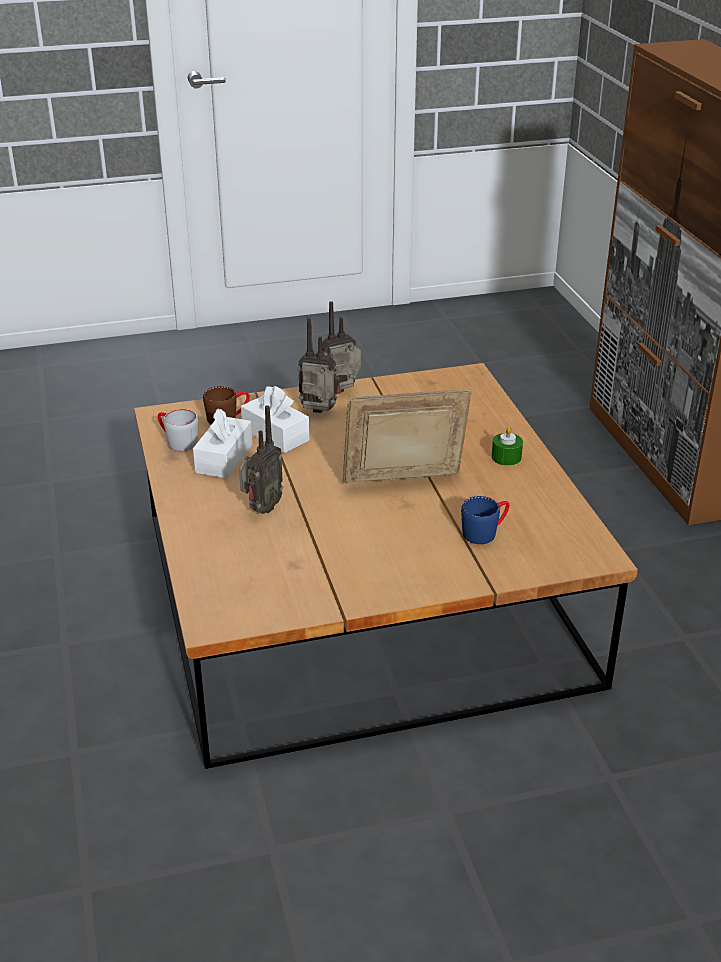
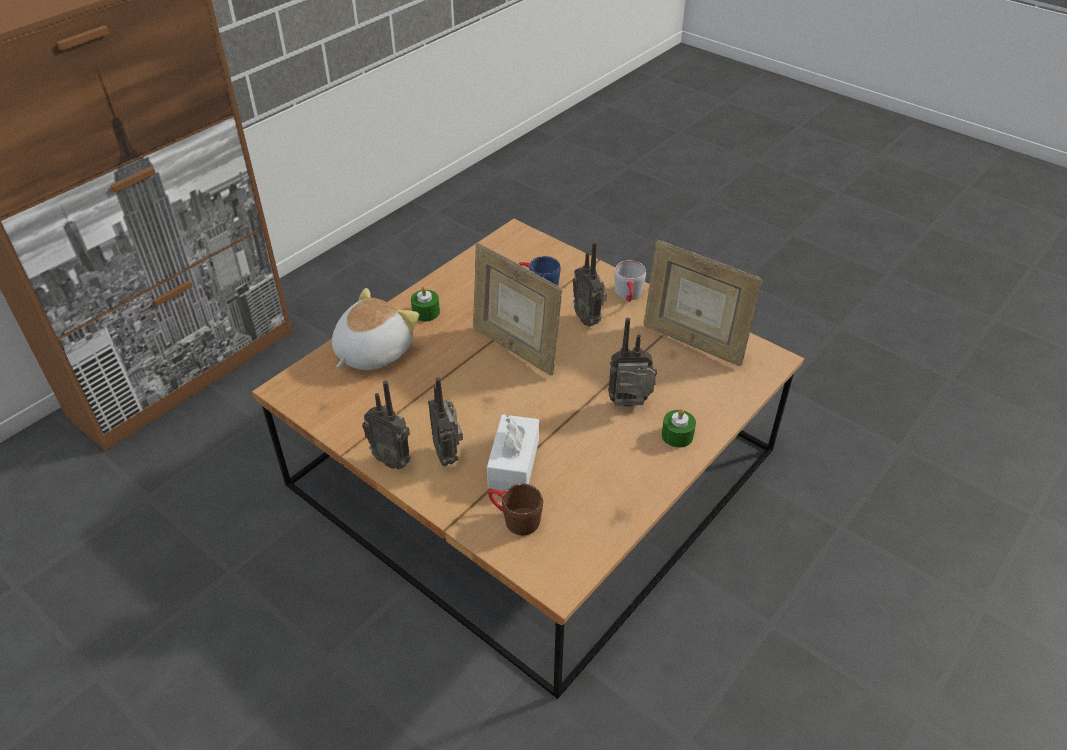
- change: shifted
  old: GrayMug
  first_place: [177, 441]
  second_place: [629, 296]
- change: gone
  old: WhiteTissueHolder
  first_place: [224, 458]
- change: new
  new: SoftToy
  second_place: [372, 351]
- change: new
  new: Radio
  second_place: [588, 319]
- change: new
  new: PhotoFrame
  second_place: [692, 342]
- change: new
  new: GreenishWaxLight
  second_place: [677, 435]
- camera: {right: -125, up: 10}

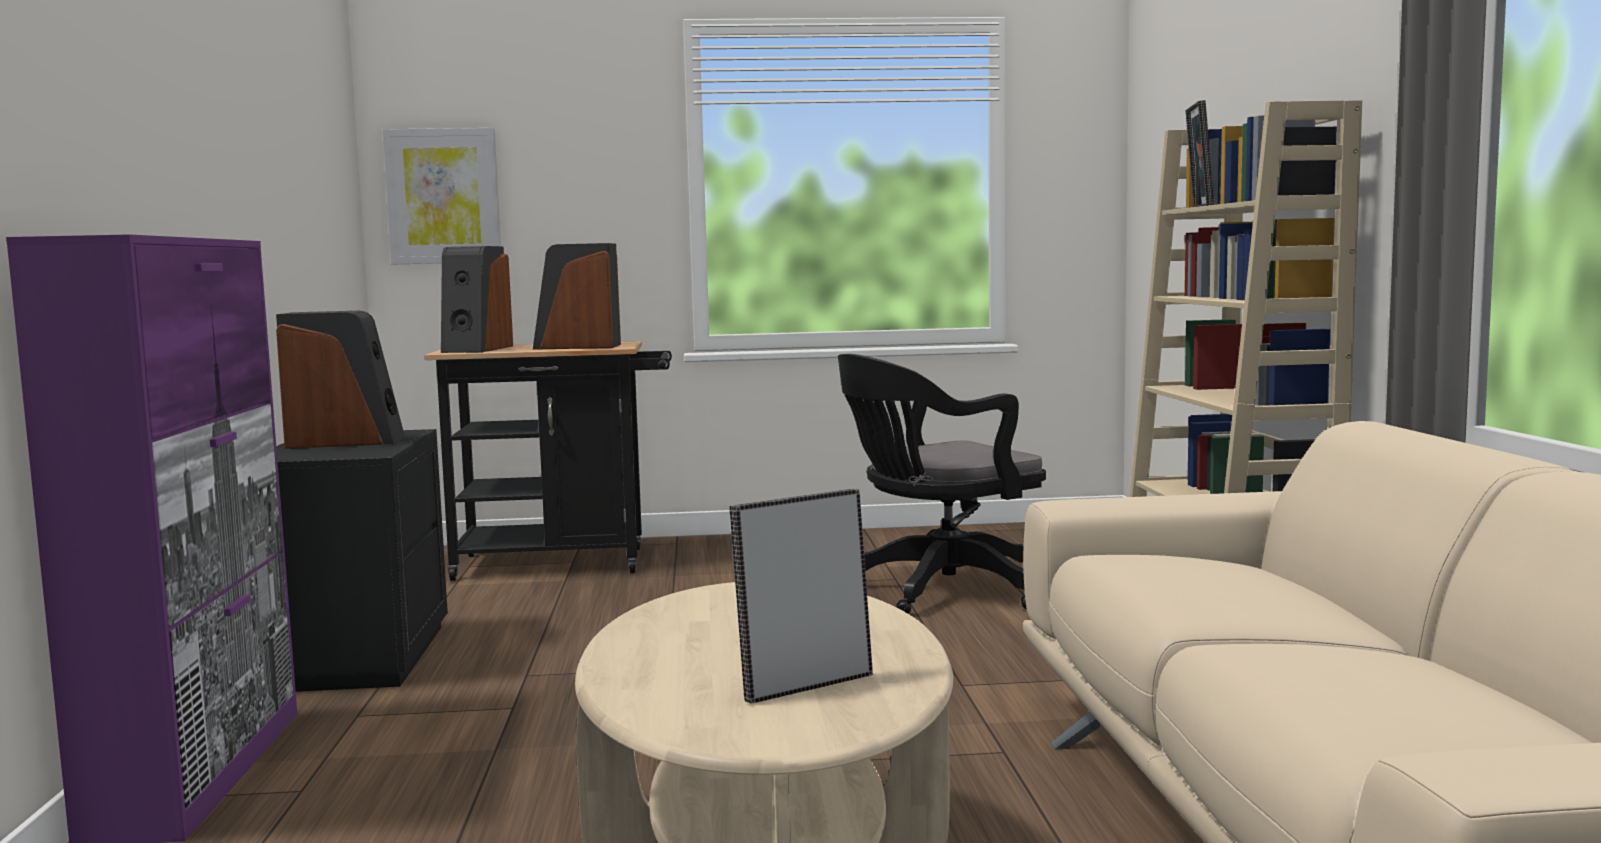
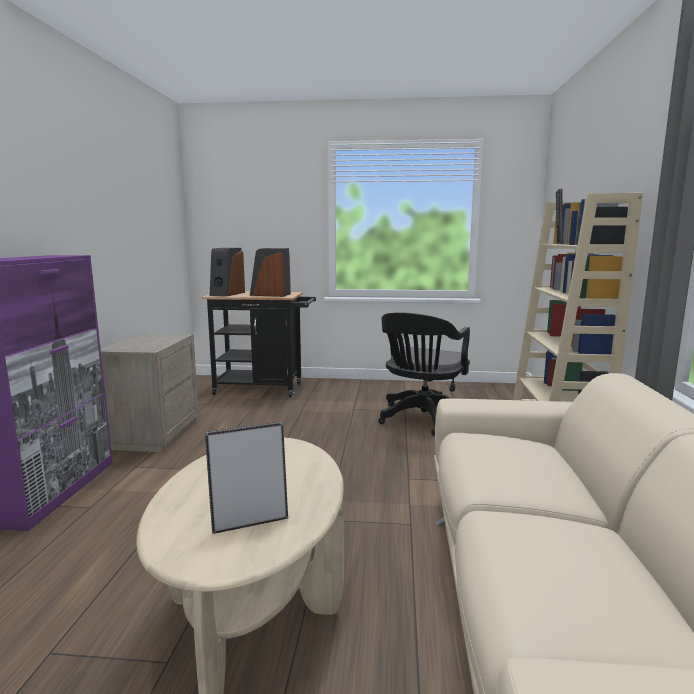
- change: gone
  old: Loudspeaker
  first_place: [345, 442]
- change: repainted
  old: BlackBedsideTable
  new: SandColouredBedsideTable
  first_place: [356, 658]
  second_place: [153, 434]
- change: gone
  old: WallPicture
  first_place: [443, 196]
- change: rotated
  old: BlackOfficeChair
  first_place: [938, 591]
  second_place: [422, 419]
  degrees: -45
- camera: {right: 10, up: 5}

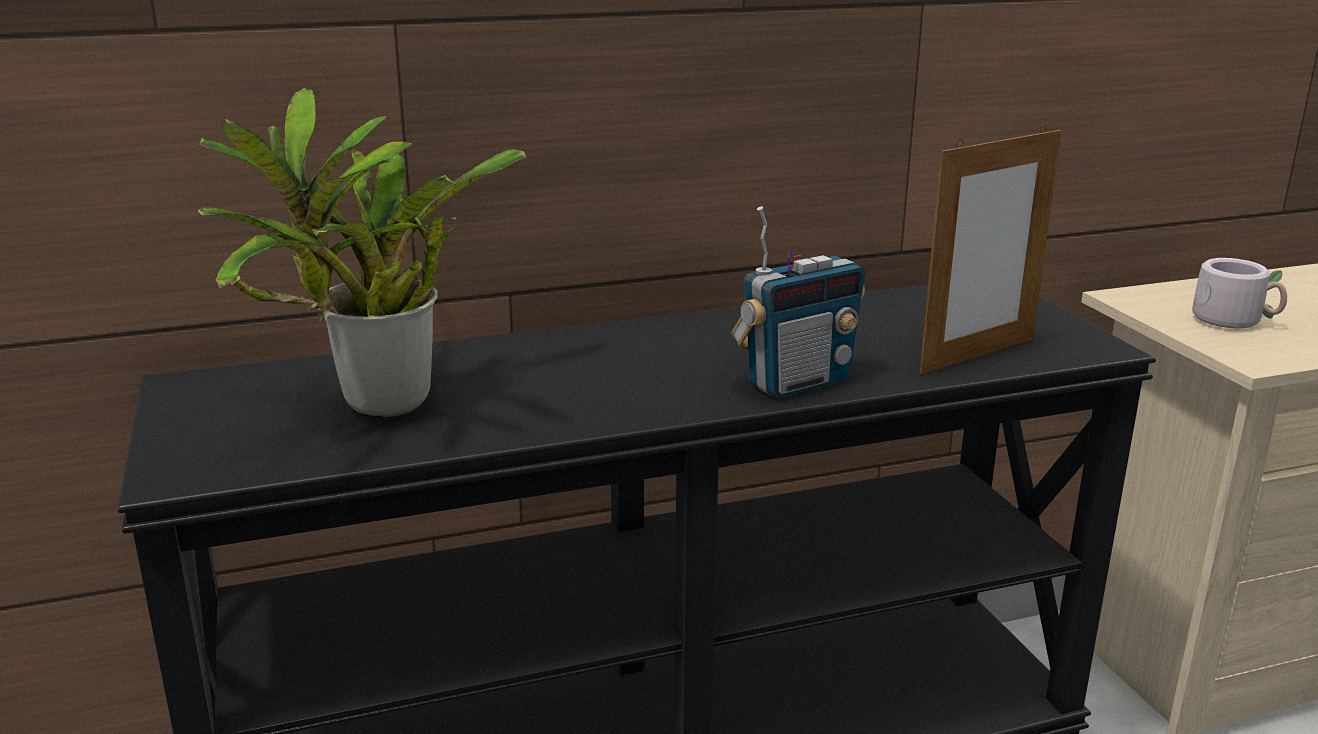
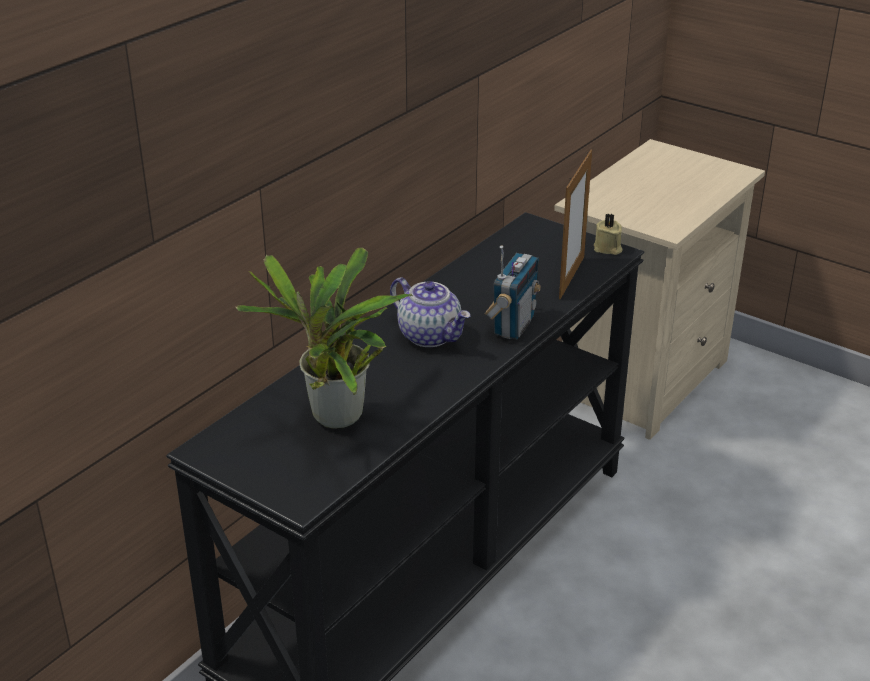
- change: gone
  old: GrayMug
  first_place: [1234, 320]
- change: new
  new: Teapot
  second_place: [430, 335]
- change: new
  new: SandColouredWaxLight
  second_place: [607, 249]
- camera: {right: -35, up: 10}

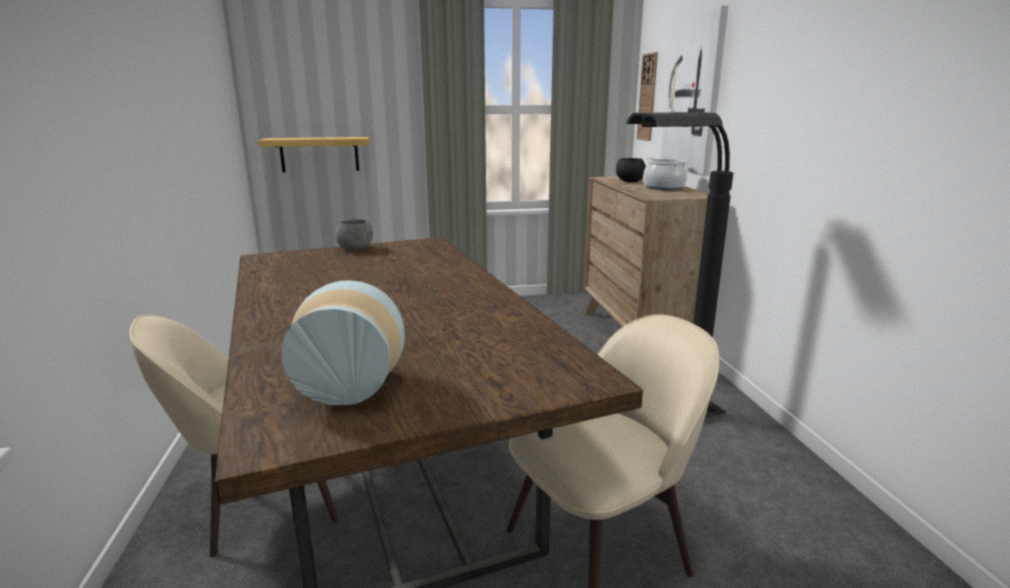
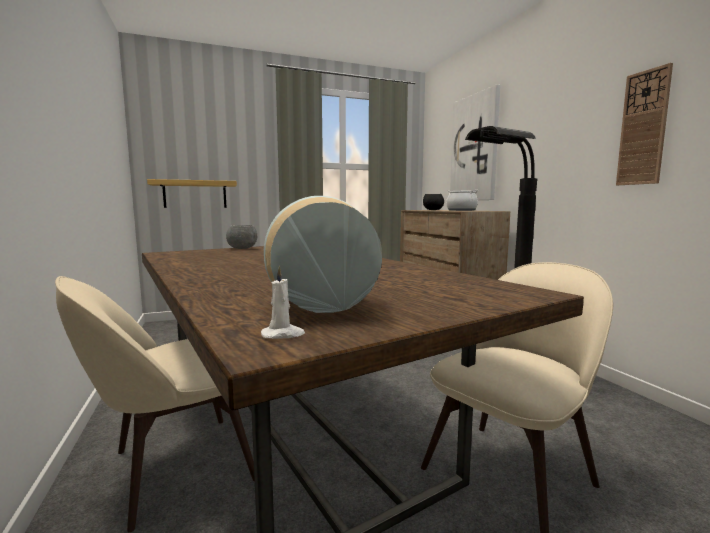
- change: shifted
  old: ClockOnTheWall
  first_place: [647, 97]
  second_place: [643, 128]
- change: new
  new: WhiteWaxLight
  second_place: [283, 334]
- camera: {right: -10, up: -10}

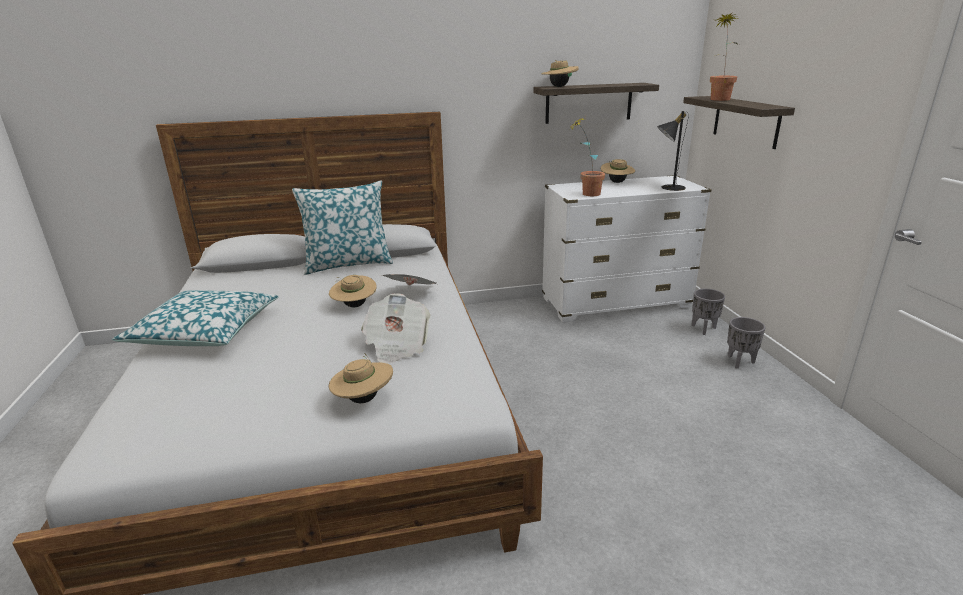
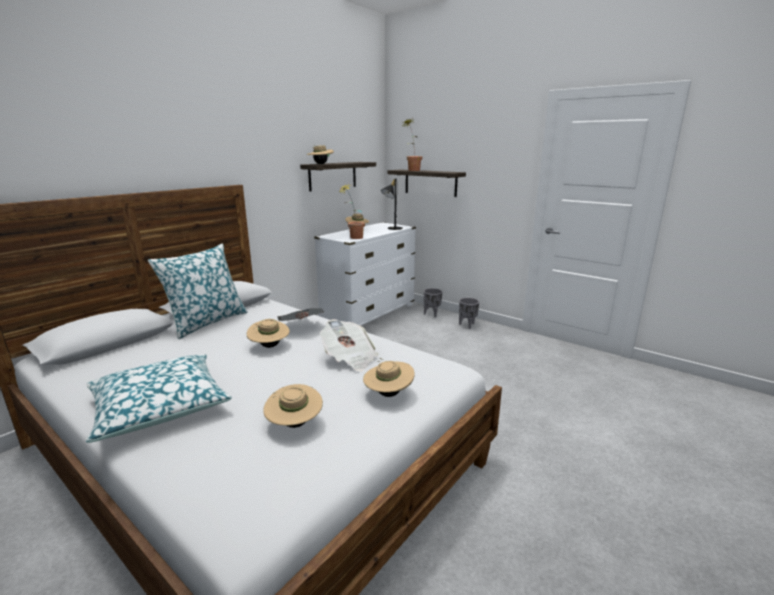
- change: new
  new: SandColouredHat
  second_place: [294, 424]
- camera: {right: -40, up: -5}

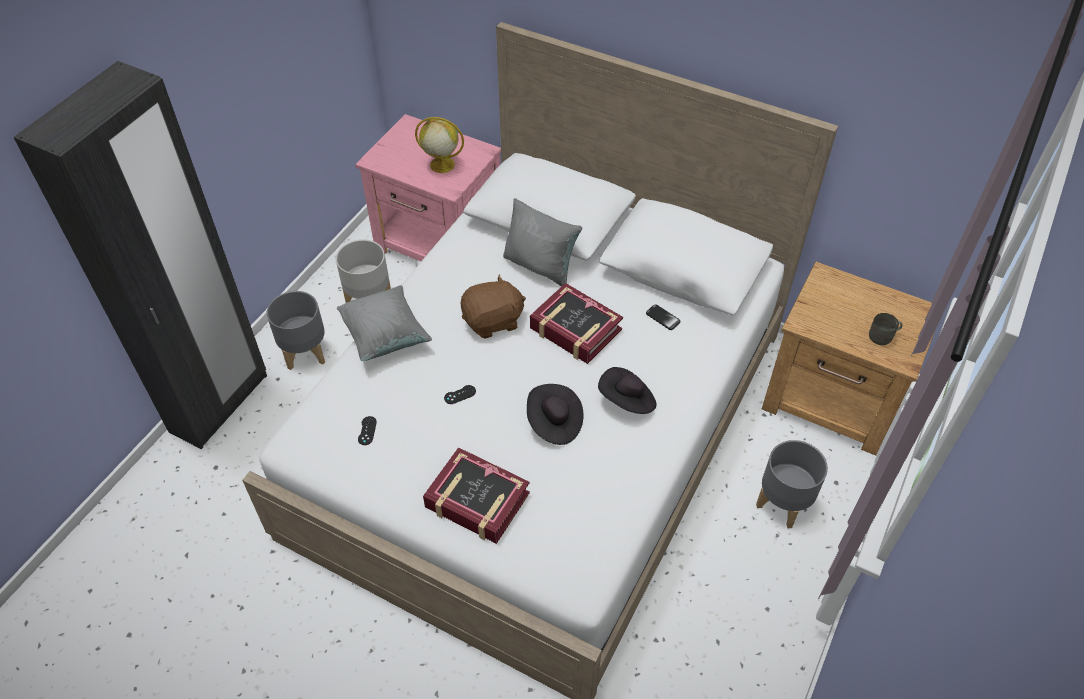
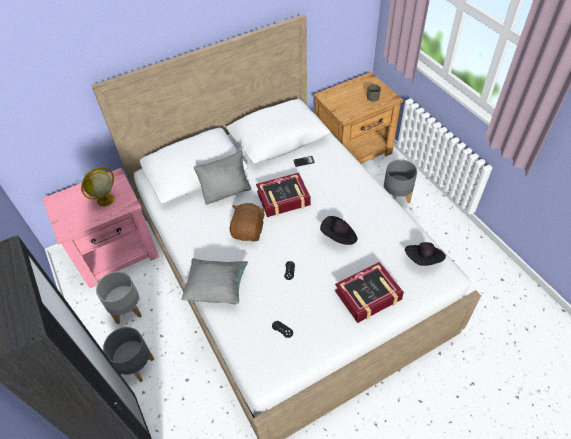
- change: shifted
  old: BlackHat
  first_place: [627, 401]
  second_place: [423, 259]
- camera: {right: -55, up: 0}

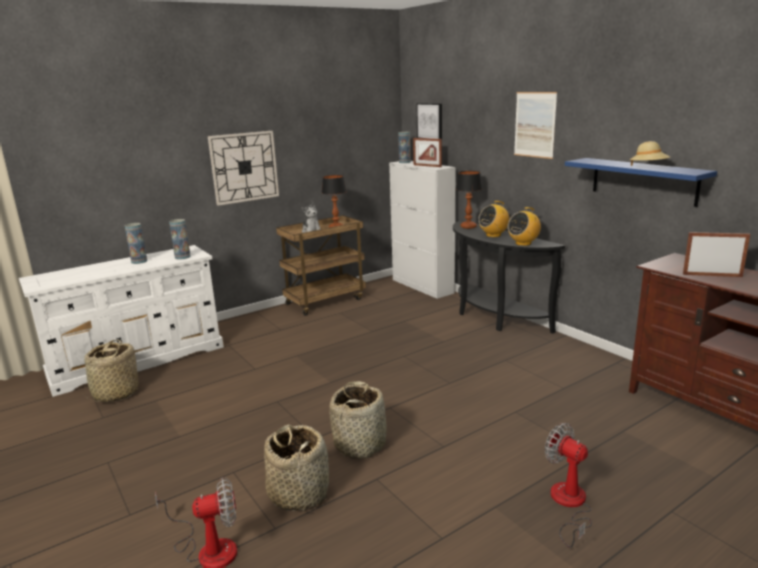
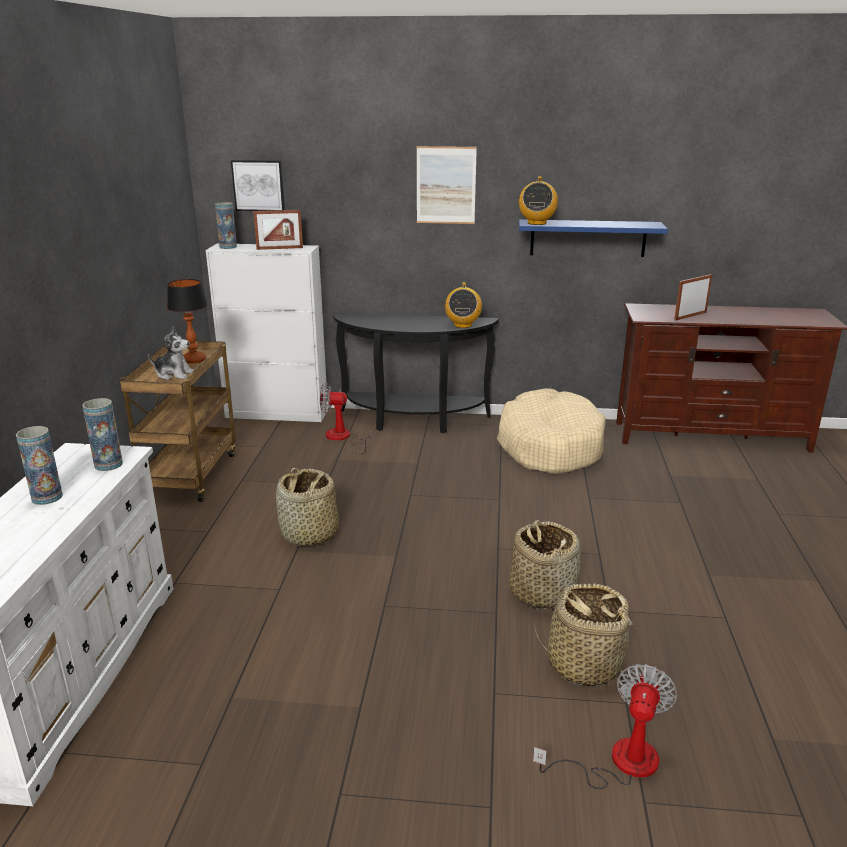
- change: shifted
  old: HouseholdBasket
  first_place: [115, 393]
  second_place: [309, 534]
- change: gone
  old: ClockOnTheWall
  first_place: [244, 167]
- change: gone
  old: TableLamp
  first_place: [468, 227]
- change: shifted
  old: Radio
  first_place: [493, 235]
  second_place: [536, 223]
- change: shifted
  old: CoolingFan
  first_place: [569, 504]
  second_place: [343, 438]
- change: gone
  old: SandColouredHat
  first_place: [648, 167]
- change: new
  new: SandColouredDogBed
  second_place: [549, 446]
- camera: {right: -50, up: 5}

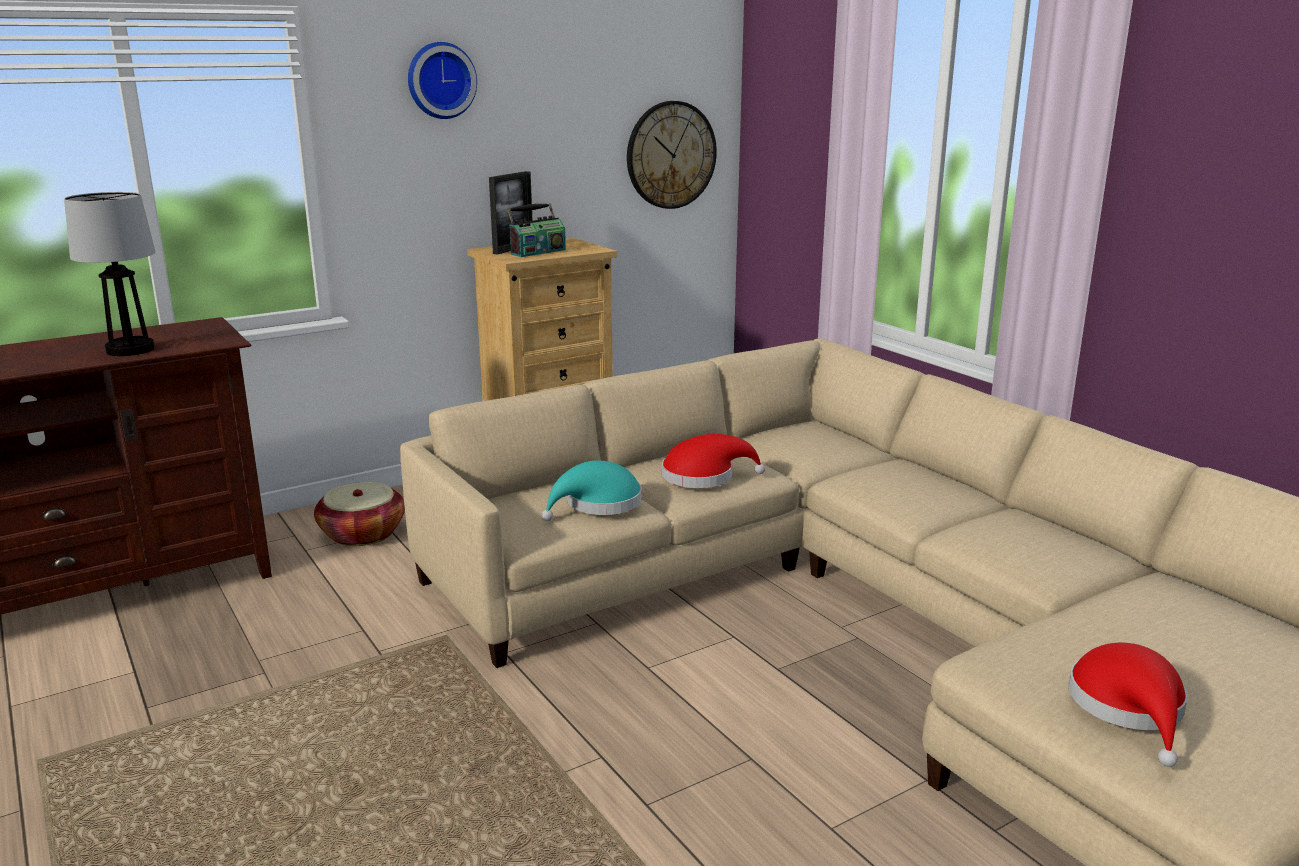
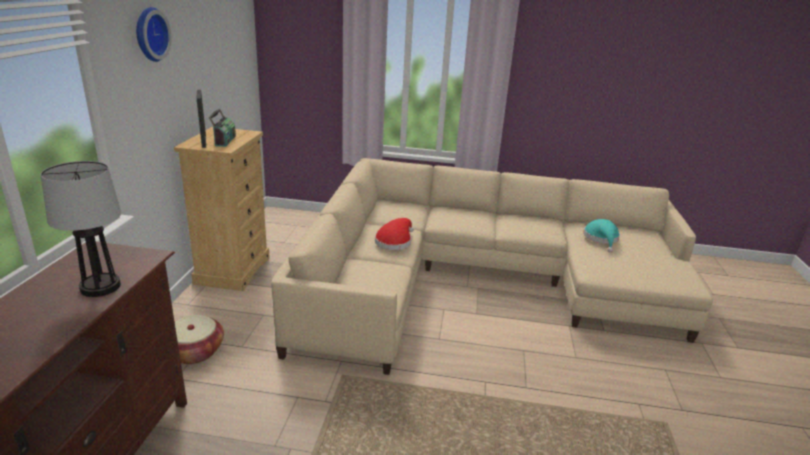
- change: shifted
  old: BlueGreenHat
  first_place: [598, 504]
  second_place: [601, 239]
- change: gone
  old: ClockOnTheWall
  first_place: [671, 155]
- change: gone
  old: RedColouredHat
  first_place: [1129, 708]
- camera: {right: -50, up: 5}

